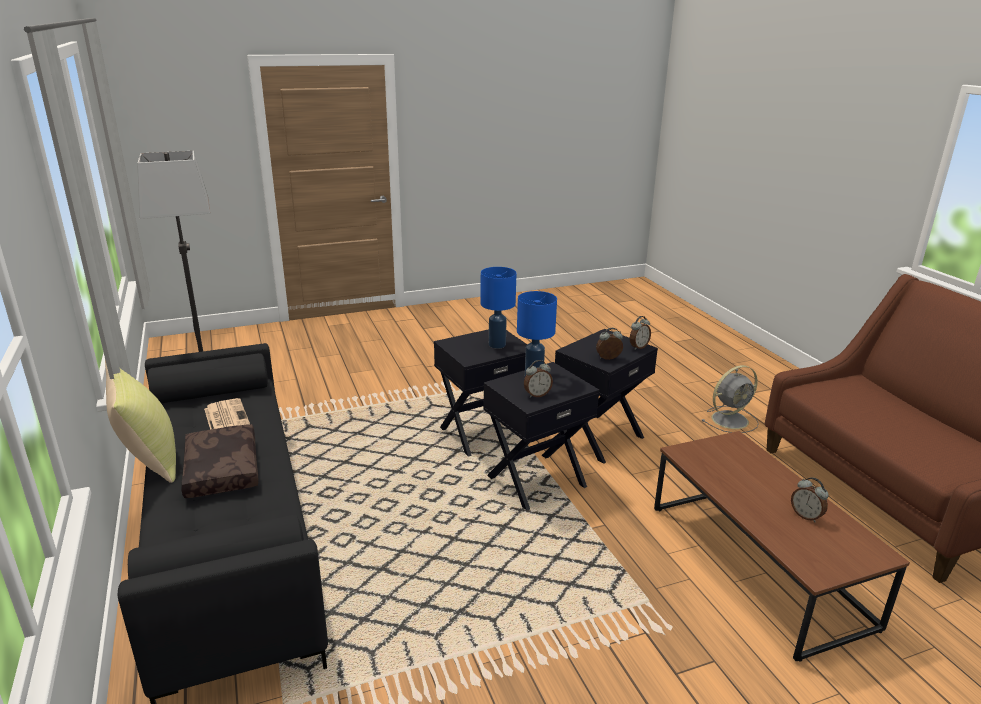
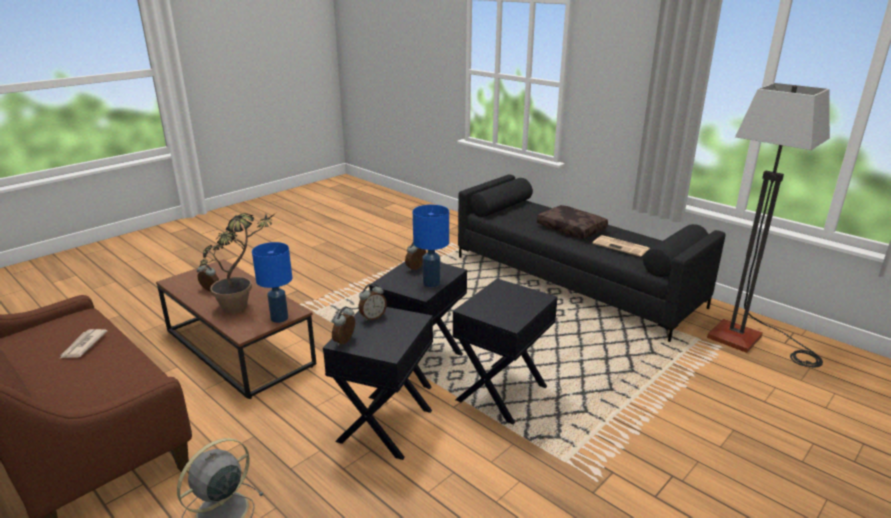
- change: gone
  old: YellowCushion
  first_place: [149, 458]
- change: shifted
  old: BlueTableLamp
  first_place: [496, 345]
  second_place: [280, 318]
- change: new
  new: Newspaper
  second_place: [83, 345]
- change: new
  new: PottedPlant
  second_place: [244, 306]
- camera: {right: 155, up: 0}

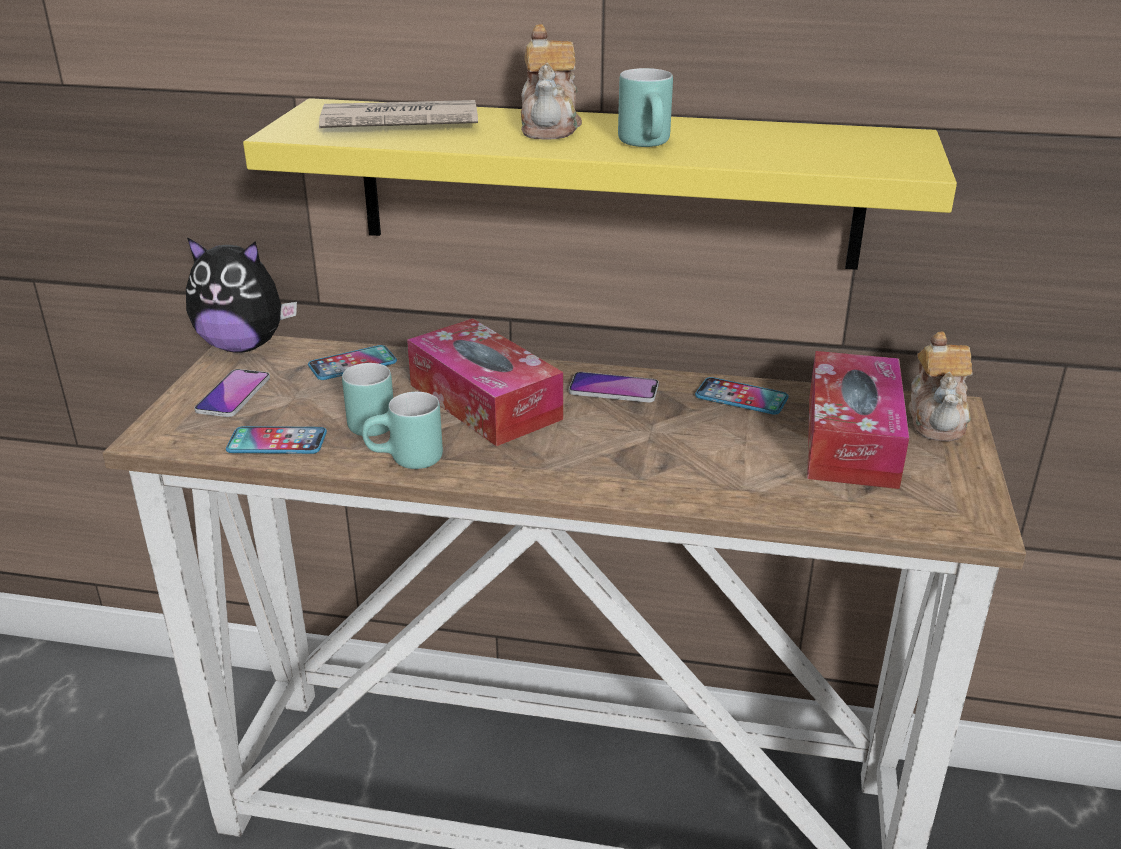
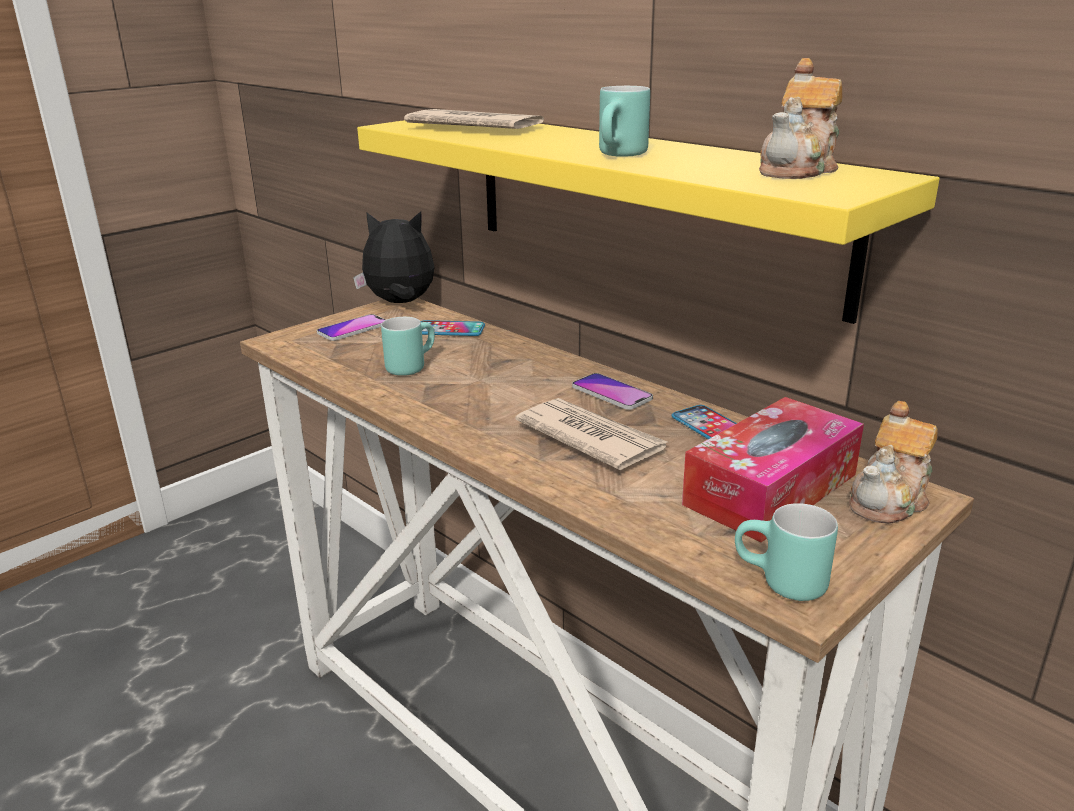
- change: rotated
  old: SoftToy
  first_place: [243, 346]
  second_place: [400, 303]
  degrees: 135
- change: gone
  old: Phone
  first_place: [277, 442]
- change: shifted
  old: BlueGreenMug
  first_place: [406, 462]
  second_place: [779, 584]
- change: gone
  old: TissueHolder
  first_place: [484, 401]
- change: shifted
  old: Teapot
  first_place: [550, 126]
  second_place: [799, 170]
- change: new
  new: Newspaper
  second_place: [590, 438]
- camera: {right: 35, up: -5}

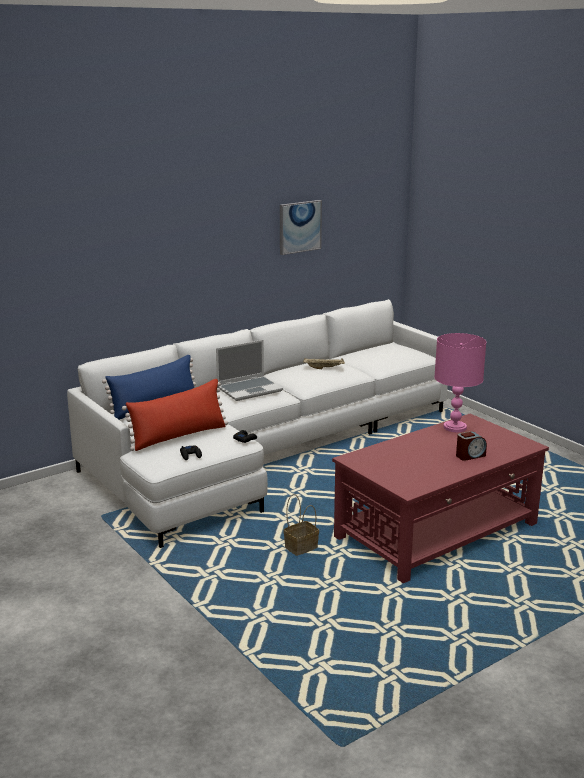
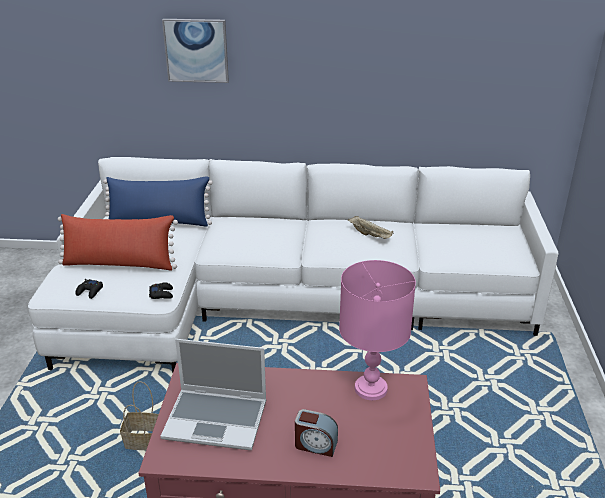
- change: shifted
  old: PortableComputer
  first_place: [249, 389]
  second_place: [217, 419]
- change: shifted
  old: WallPicture
  first_place: [299, 227]
  second_place: [196, 50]
- camera: {right: 40, up: 10}

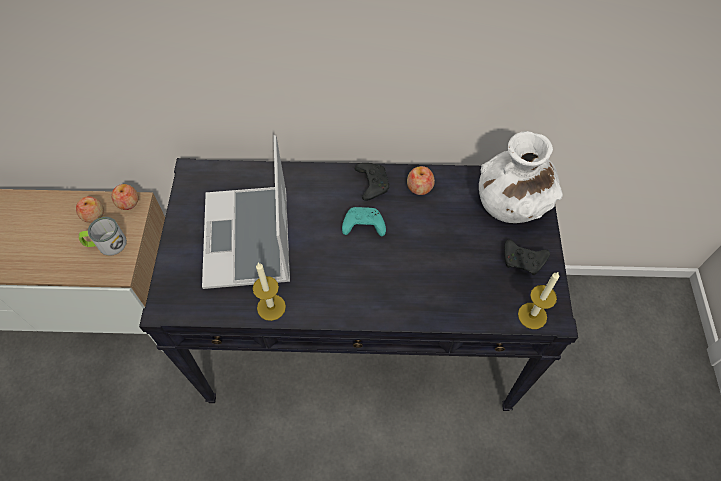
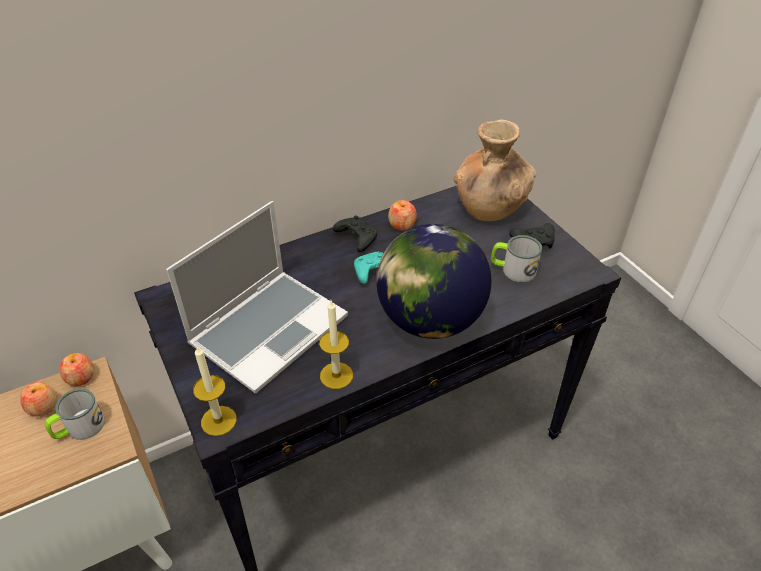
- change: rotated
  old: PortableComputer
  first_place: [249, 239]
  second_place: [269, 329]
  degrees: -105
- change: repainted
  old: WhiteDecorativeVase
  new: BrownColouredDecorativeVase
  first_place: [511, 205]
  second_place: [489, 208]
- change: shifted
  old: WaxLight
  first_place: [532, 315]
  second_place: [218, 420]
- change: new
  new: WorldGlobe
  second_place: [429, 320]
- change: new
  new: Mug
  second_place: [513, 269]
- camera: {right: -30, up: -15}

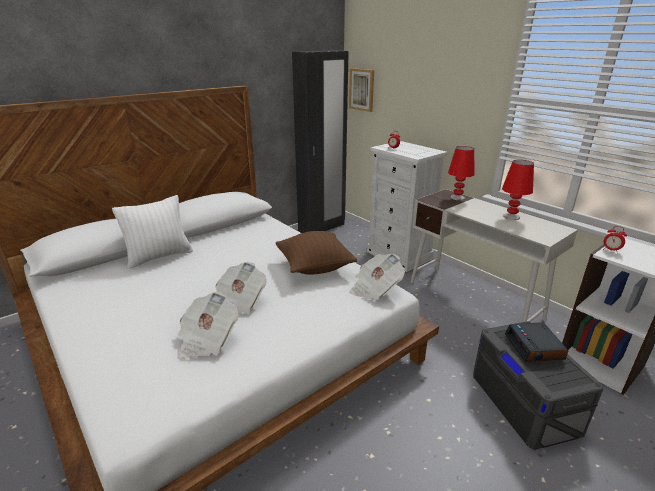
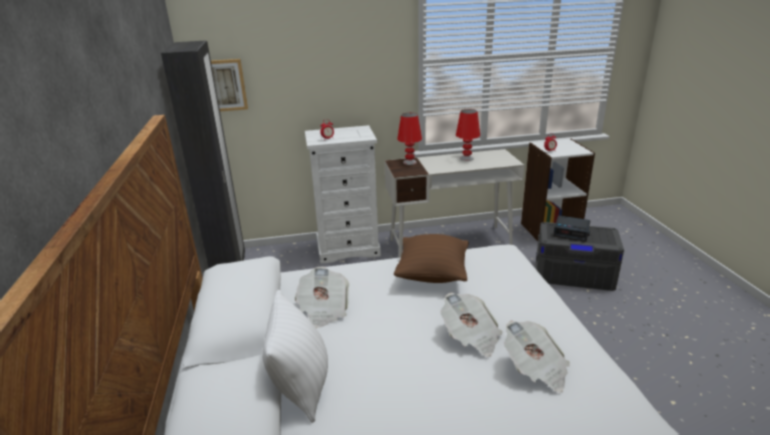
- change: shifted
  old: Newspaper
  first_place: [375, 288]
  second_place: [323, 309]
- camera: {right: -60, up: 0}

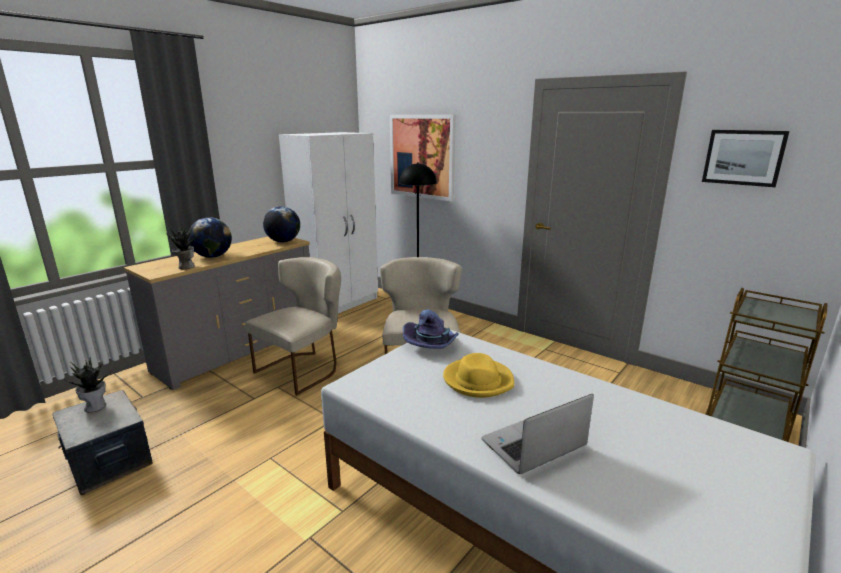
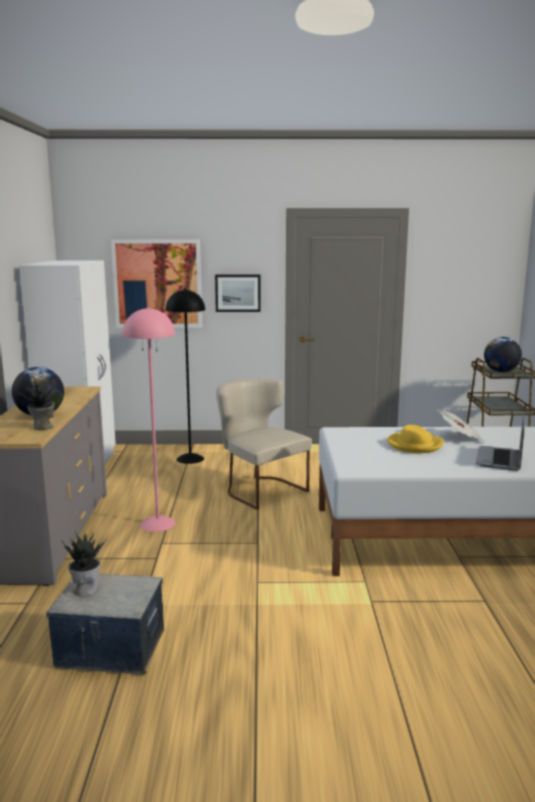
- change: swapped
  old: SandColouredChair
  new: PinkStandingLamp
  first_place: [304, 369]
  second_place: [158, 523]
- change: shifted
  old: WorldGlobe
  first_place: [283, 241]
  second_place: [501, 372]
- change: gone
  old: PurplishHat
  first_place: [431, 344]
- change: shifted
  old: WallPicture
  first_place: [743, 157]
  second_place: [238, 293]
- change: new
  new: Newspaper
  second_place: [460, 438]
- camera: {right: -40, up: -5}

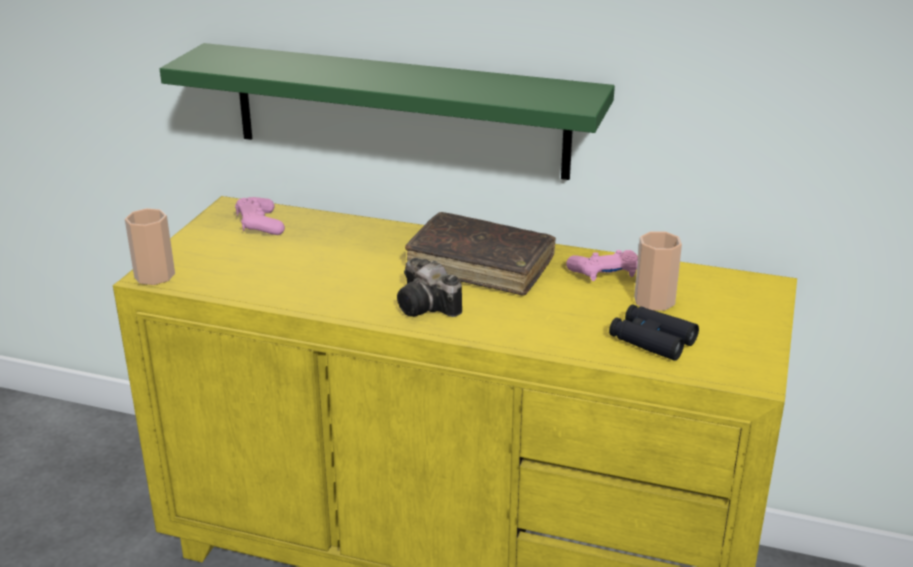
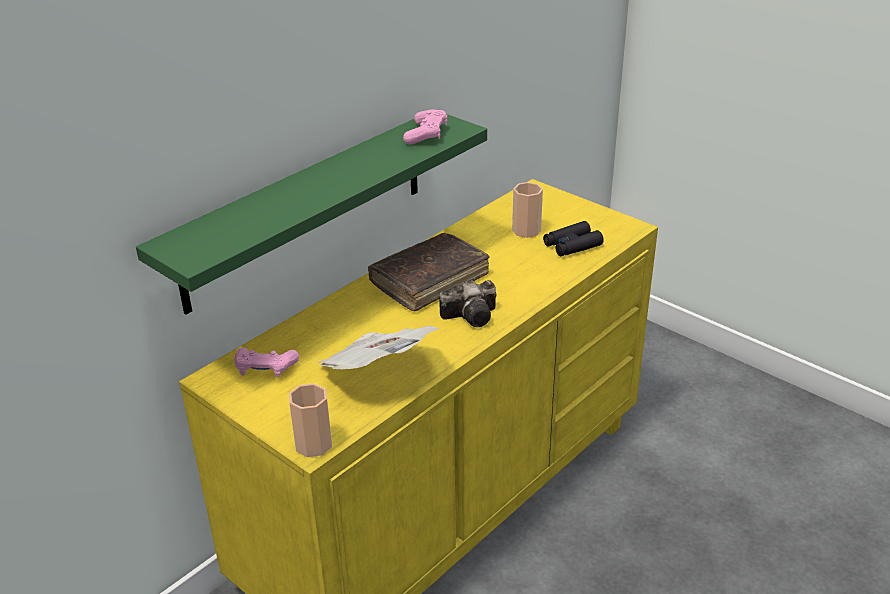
- change: shifted
  old: PinkGamepad
  first_place: [605, 274]
  second_place: [426, 134]
- change: new
  new: Newspaper
  second_place: [378, 372]
- camera: {right: -65, up: 5}

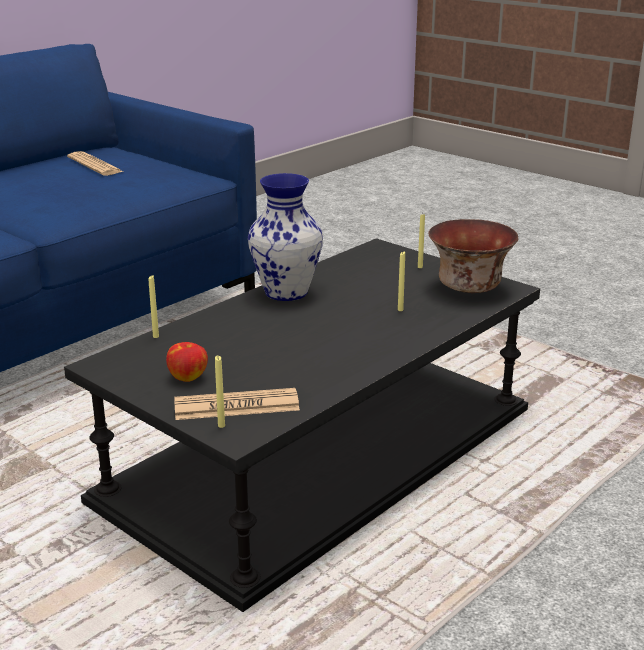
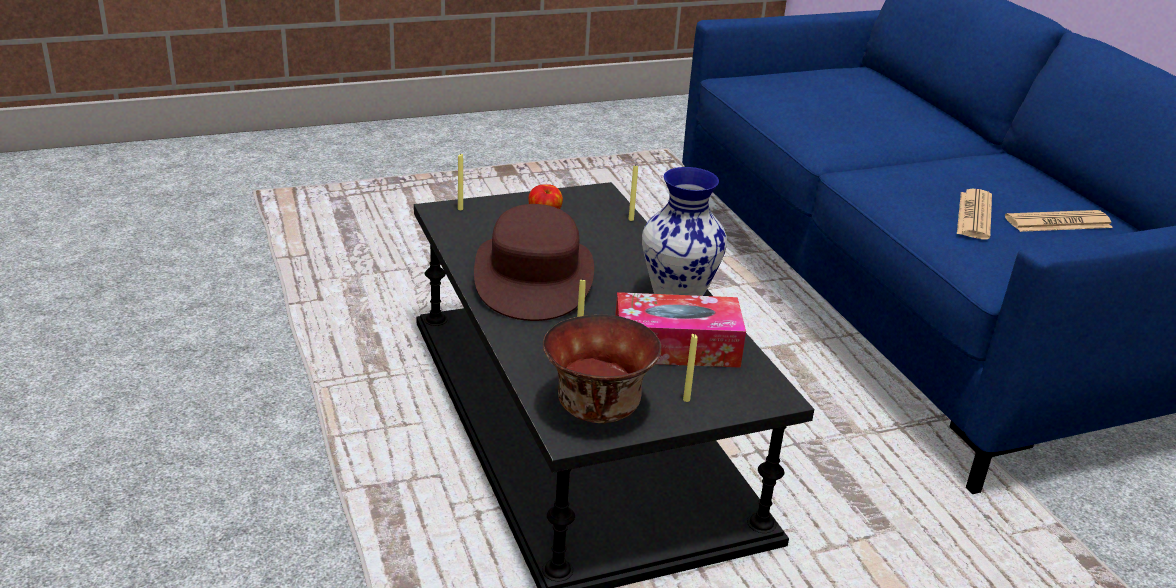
- change: shifted
  old: Newspaper
  first_place: [236, 406]
  second_place: [974, 215]
- change: new
  new: BrownColouredHat
  second_place: [534, 278]
- change: new
  new: TissueHolder
  second_place: [676, 347]
- camera: {right: 115, up: 5}

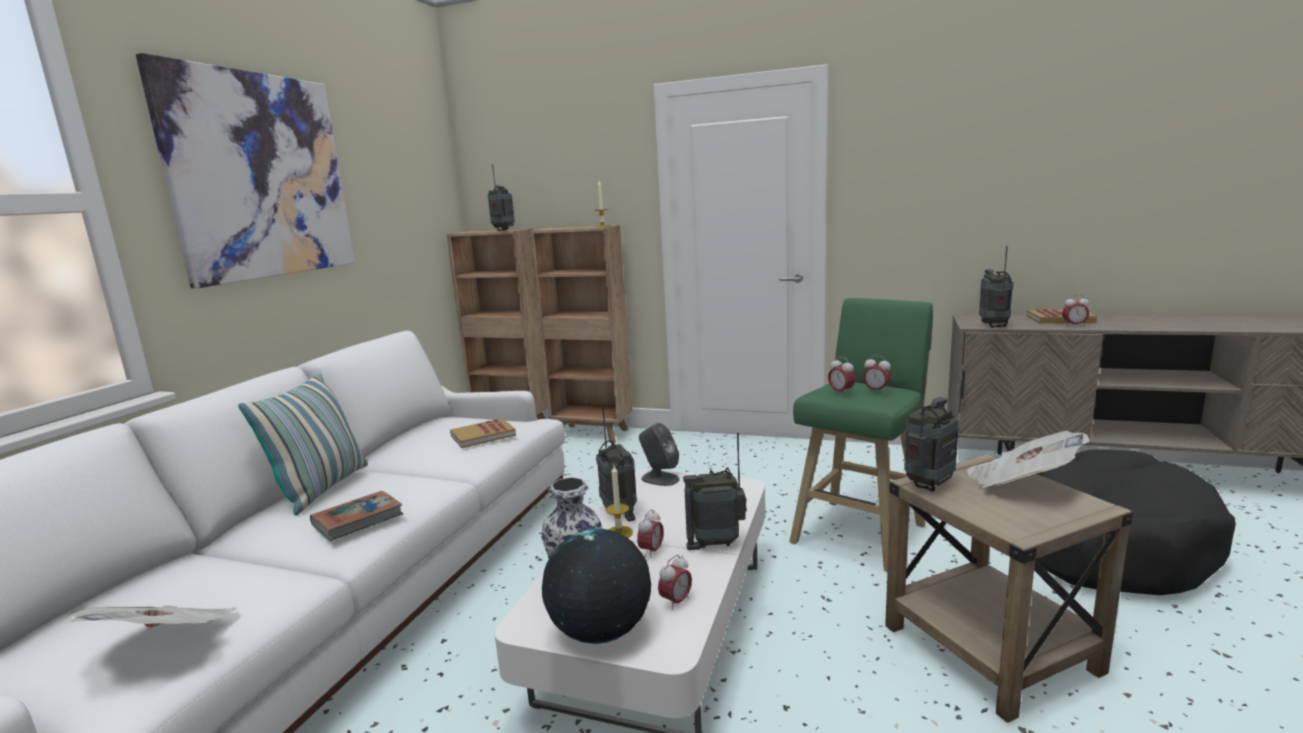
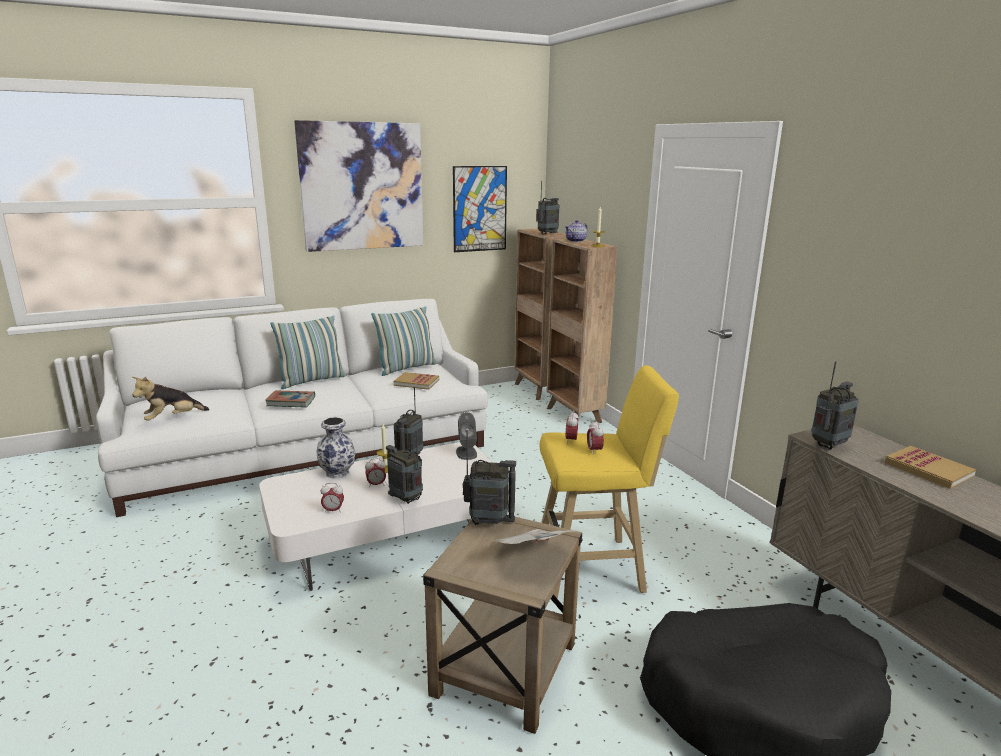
- change: swapped
  old: Newspaper
  new: SoftToy
  first_place: [167, 643]
  second_place: [172, 418]
- change: gone
  old: WorldGlobe
  first_place: [600, 632]
- change: repainted
  old: GreenishStool
  new: YellowStool
  first_place: [861, 531]
  second_place: [594, 567]
- change: gone
  old: BedsideClock
  first_place: [1074, 325]
- change: new
  new: Cushion
  second_place: [406, 368]
- change: new
  new: WallPicture
  second_place: [479, 209]
- change: new
  new: Teapot
  second_place: [576, 241]
- camera: {right: 45, up: 5}

